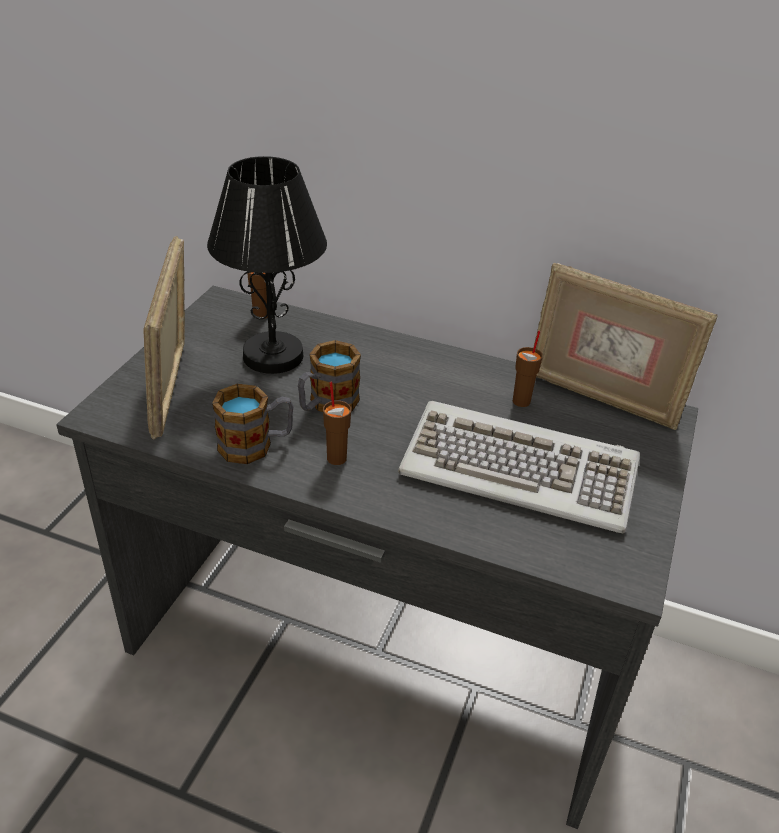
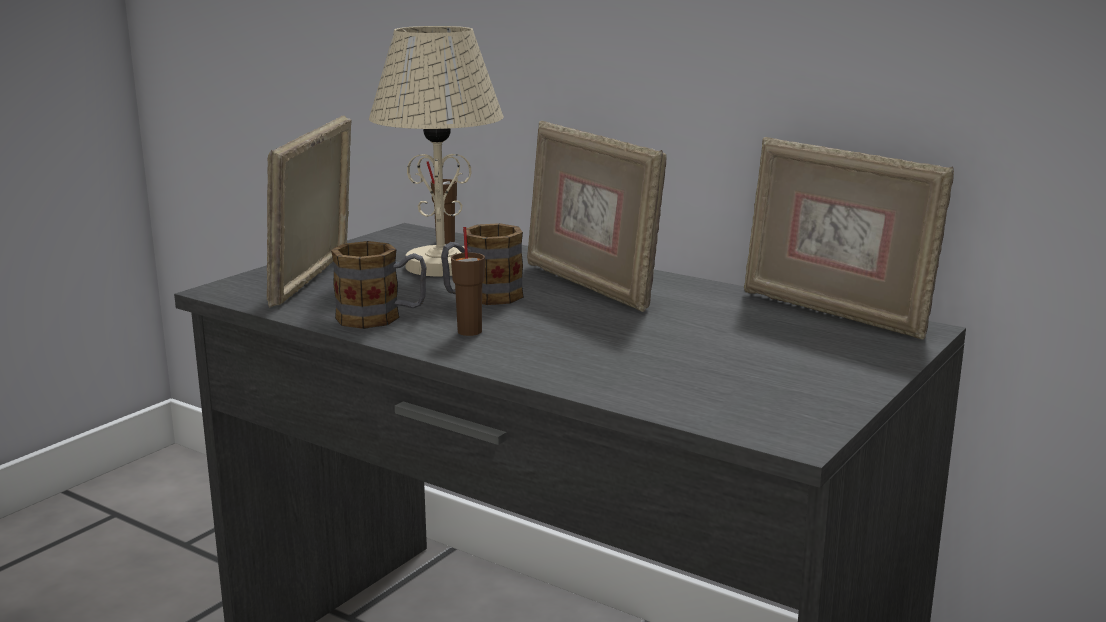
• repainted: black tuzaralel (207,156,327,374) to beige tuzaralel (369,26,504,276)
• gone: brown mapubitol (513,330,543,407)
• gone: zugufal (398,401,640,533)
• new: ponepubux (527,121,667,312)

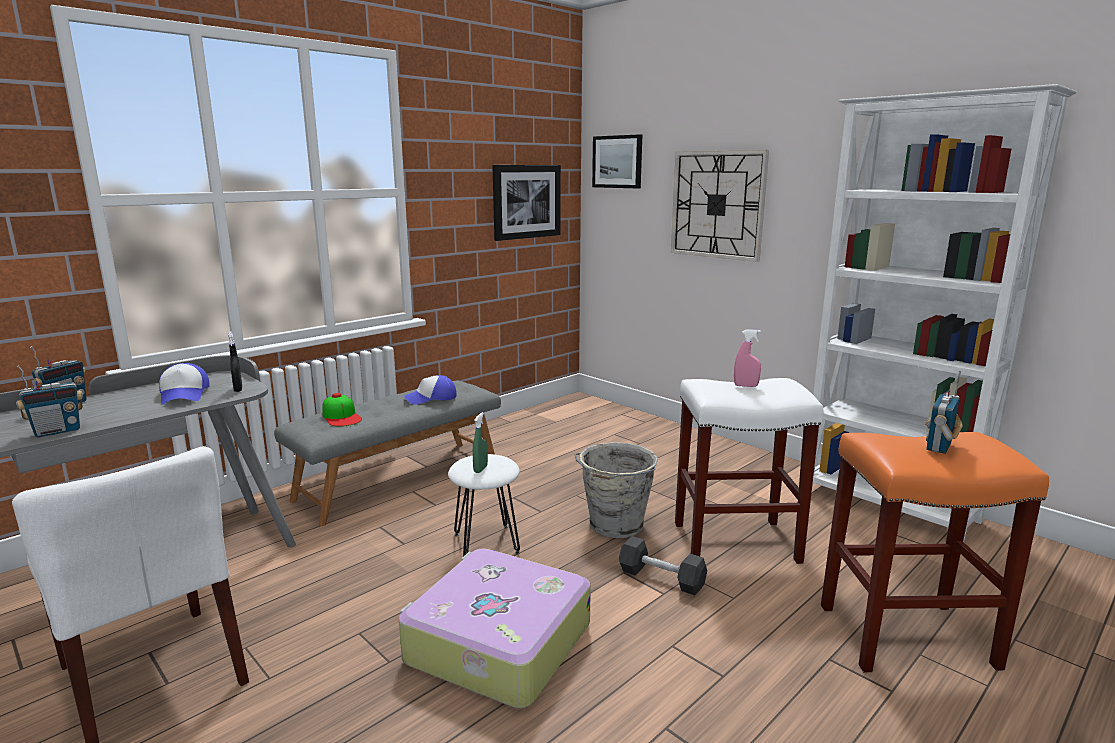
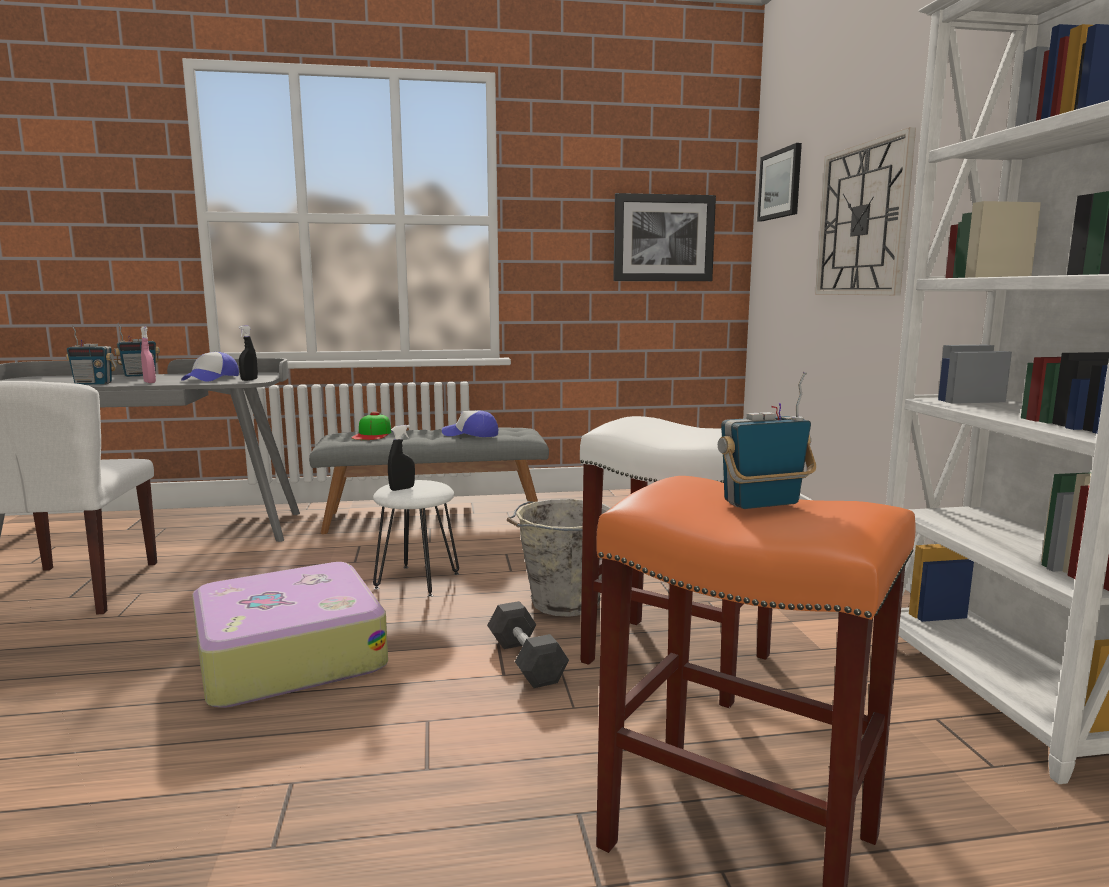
• shifted: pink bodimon (734,329,761,387) to (141,326,156,383)
• repainted: green bodimon (472,412,488,473) to black bodimon (388,425,415,491)

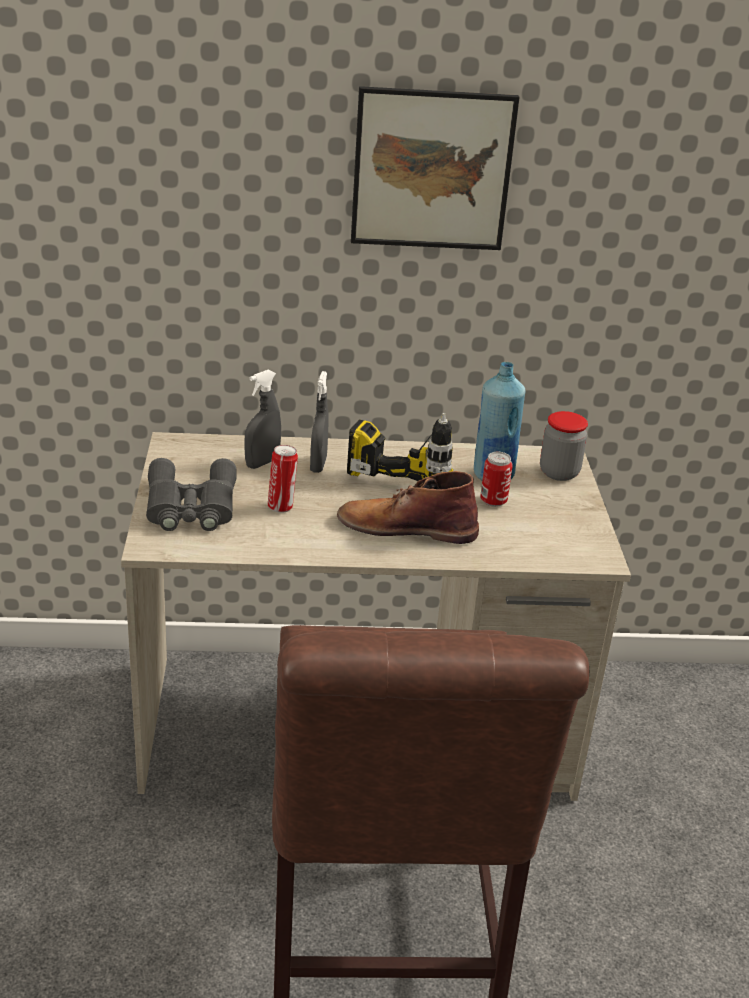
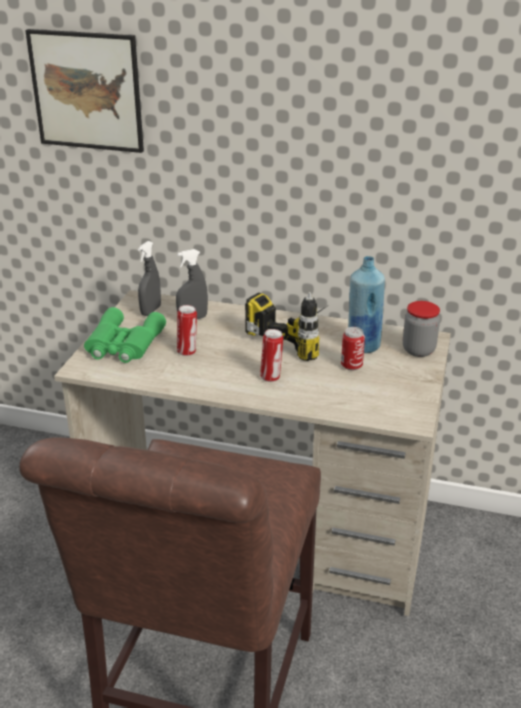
• shifted: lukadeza (351,86,520,250) to (25,29,144,153)
• shifted: grey bodimon (310,371,329,473) to (138,241,161,316)
• repainted: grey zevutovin (146,458,237,531) to green zevutovin (84,307,166,363)
• swapped: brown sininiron (337,471,479,544) to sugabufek (260,329,283,382)

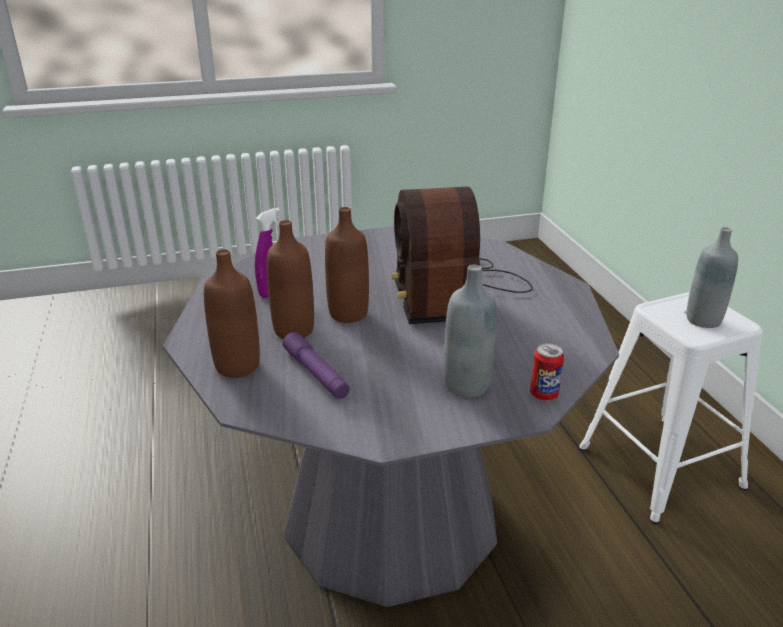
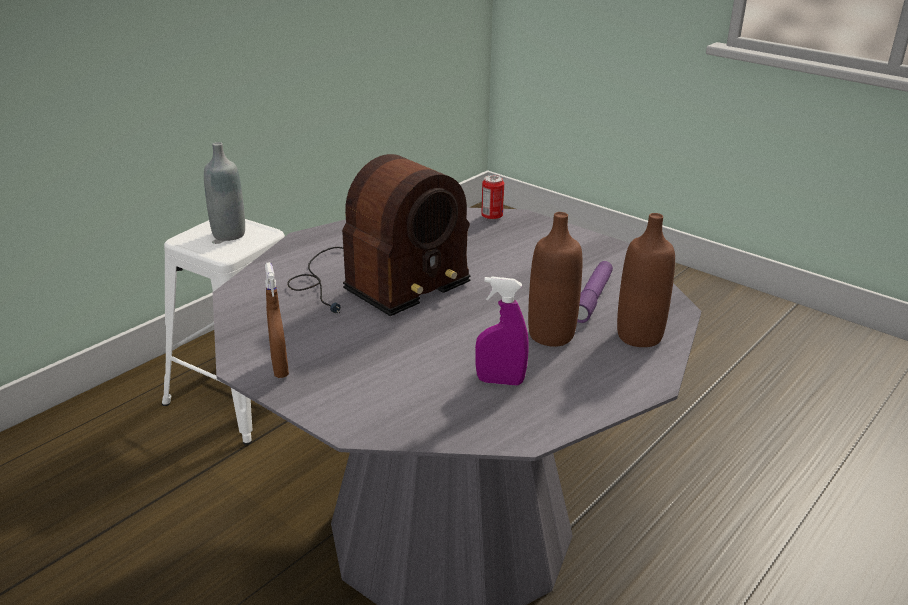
• gone: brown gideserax (325,207,369,323)
• gone: grey gideserax (444,265,497,397)
• new: brown bodimon (265,262,289,378)

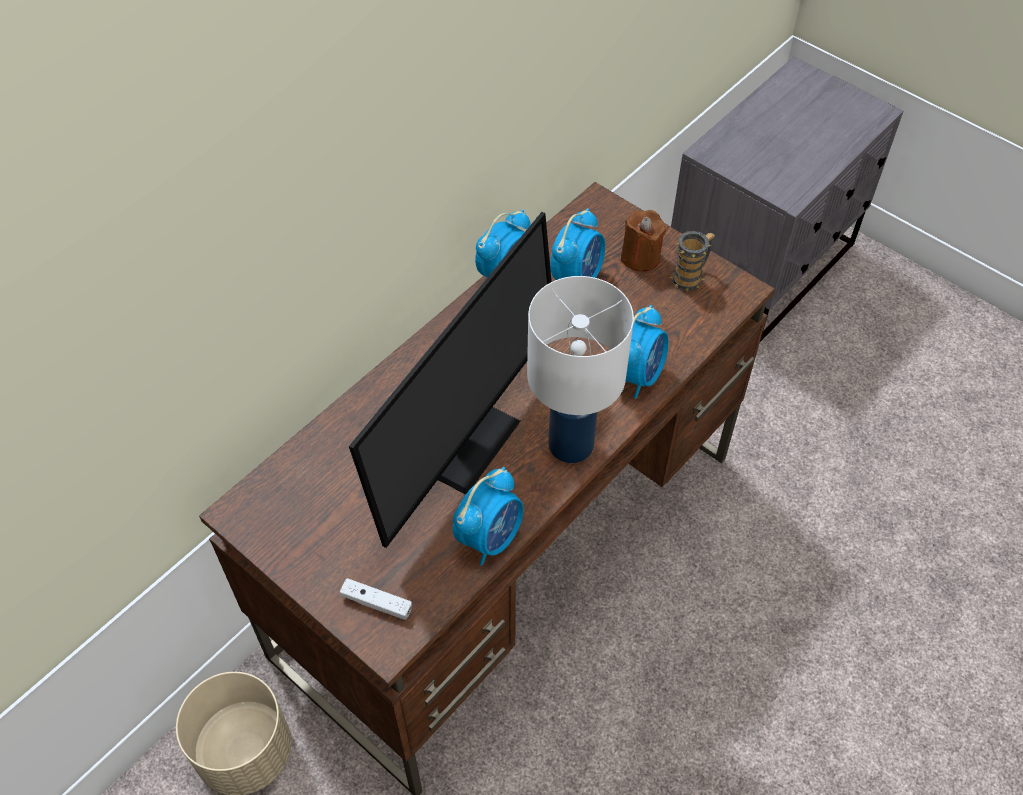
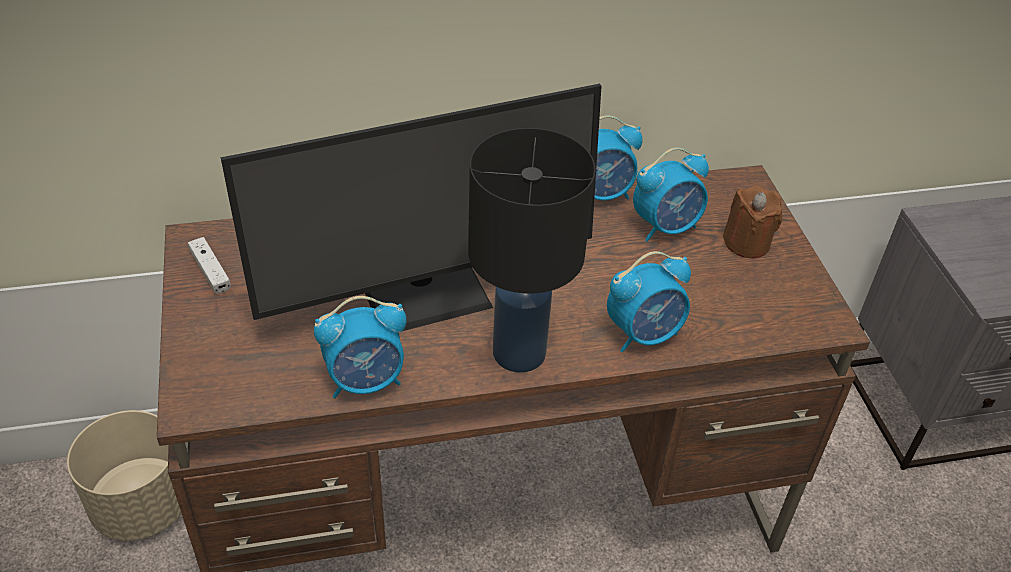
• gone: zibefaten (670,231,715,291)
• repainted: white tuzaralel (527,276,634,463) to black tuzaralel (468,128,596,373)
• shifted: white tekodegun (340,578,412,620) to (188,237,231,294)

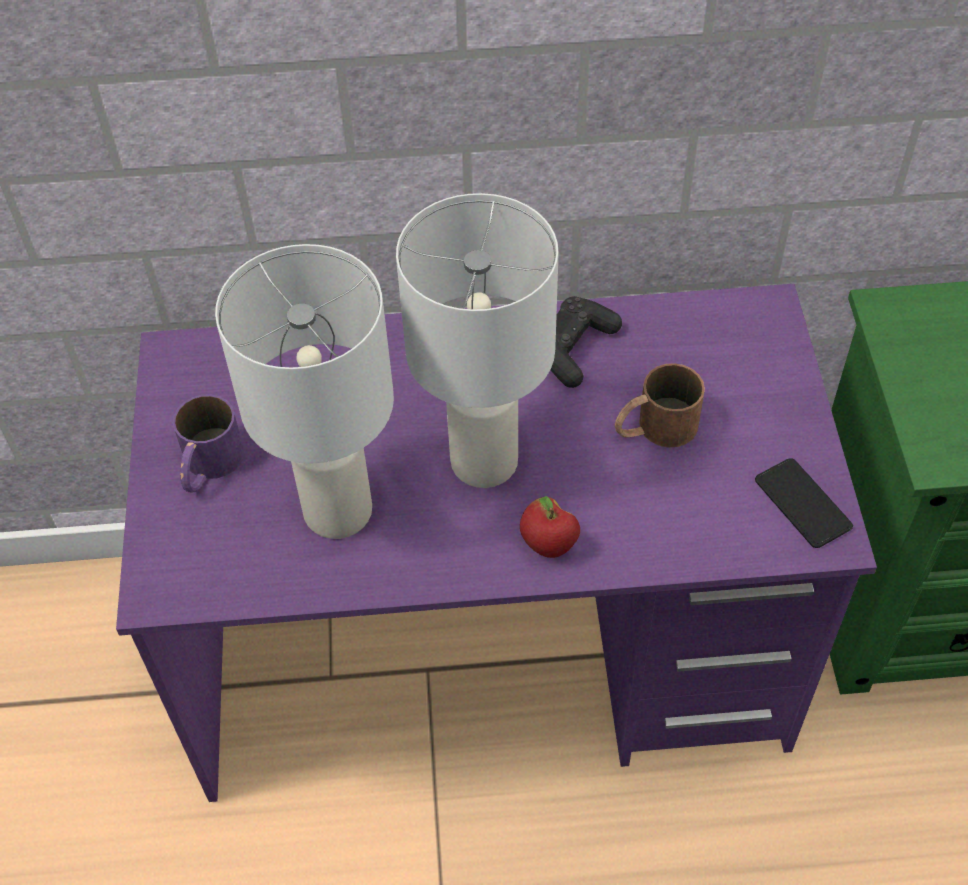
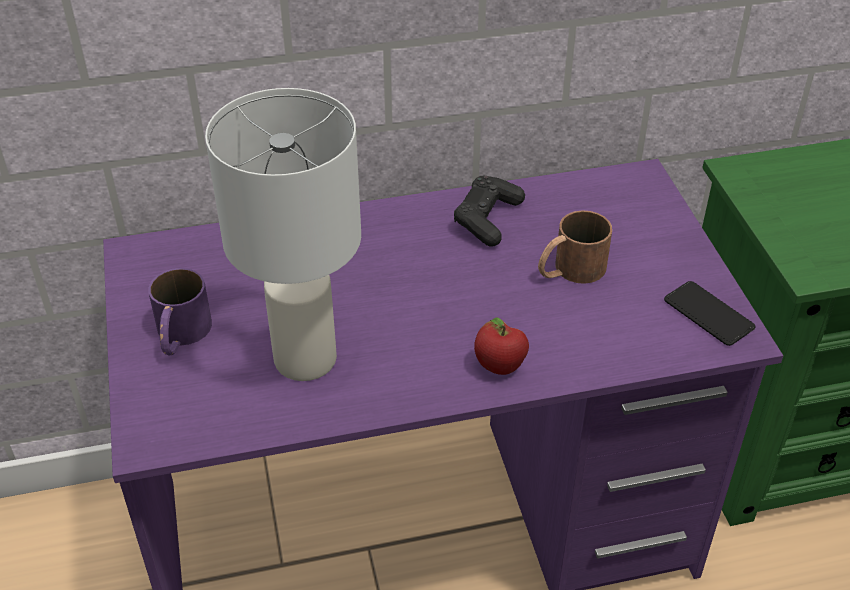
• gone: white tuzaralel (396,193,558,488)

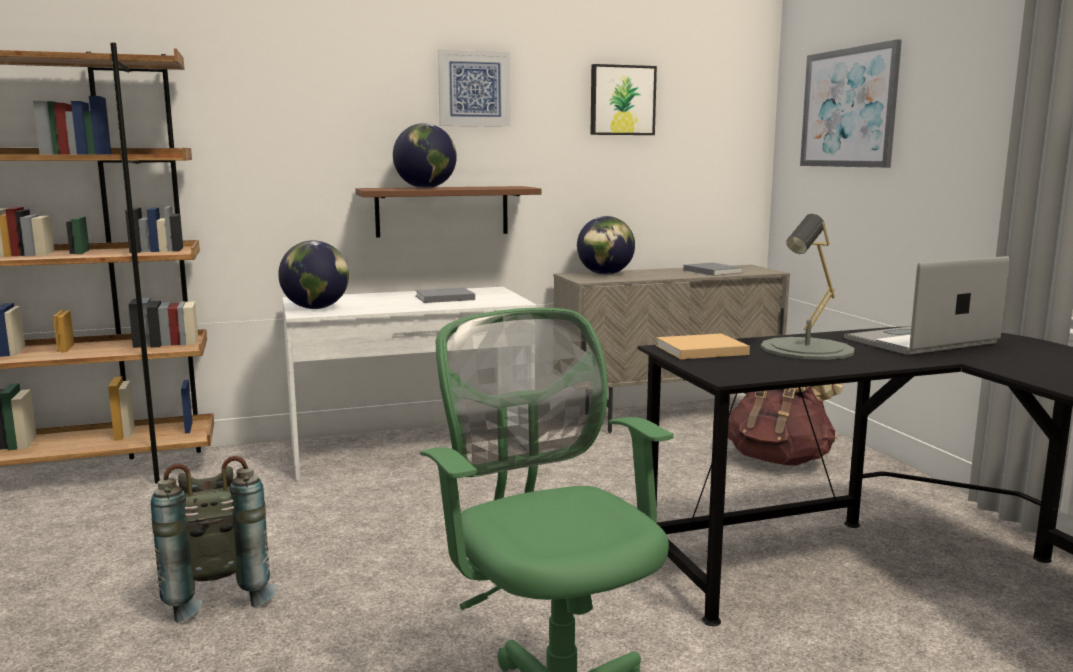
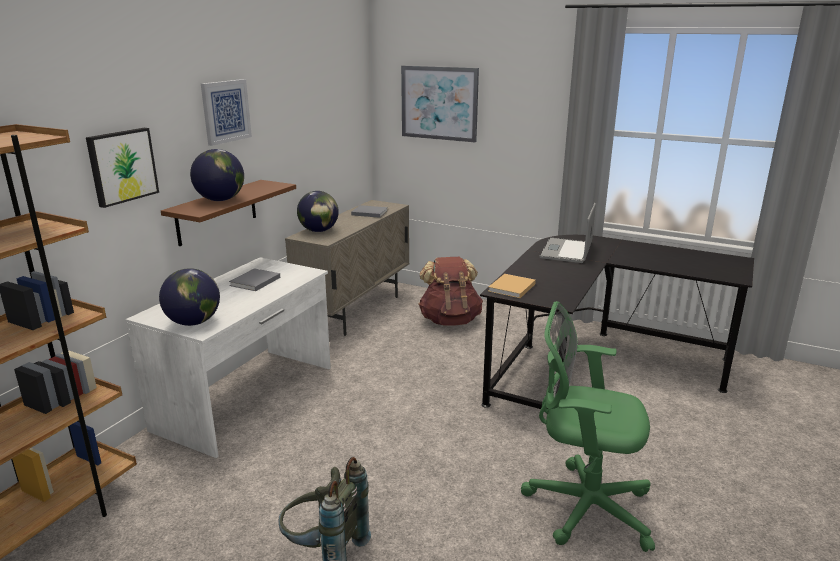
• shifted: lukadeza (591,64,657,135) to (86,128,159,208)
• gone: grey tuzaralel (761,214,854,360)

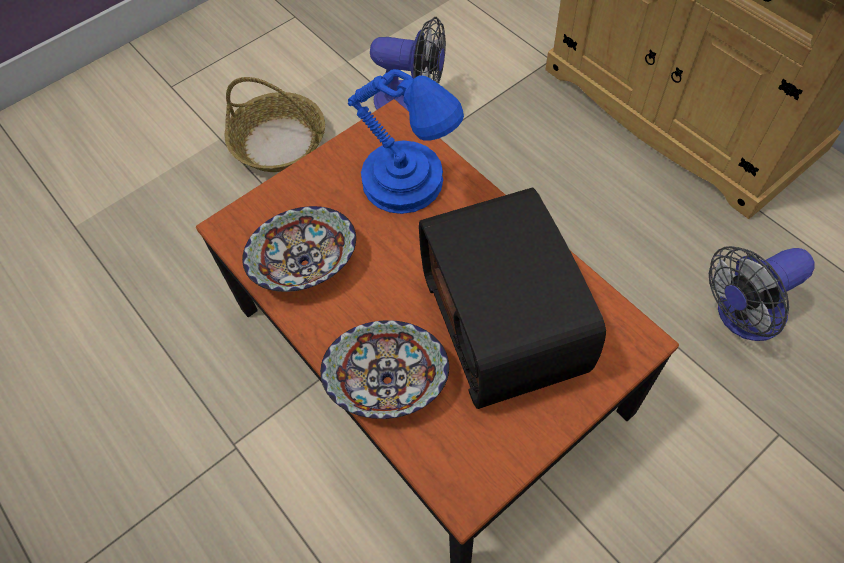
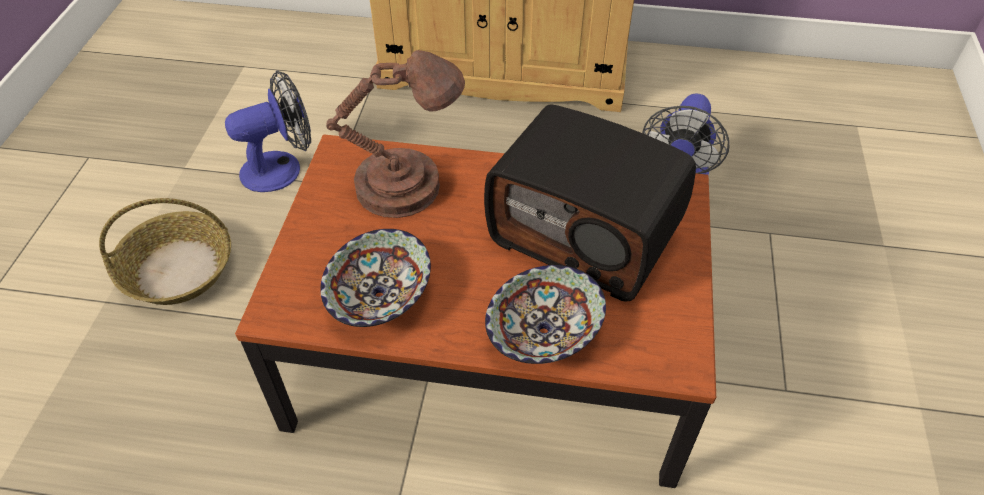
• repainted: blue tuzaralel (348,69,464,214) to brown tuzaralel (326,50,465,218)

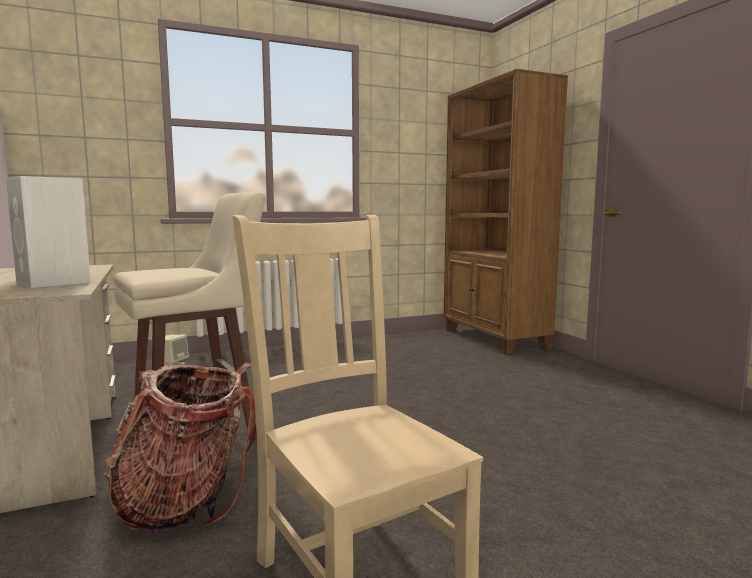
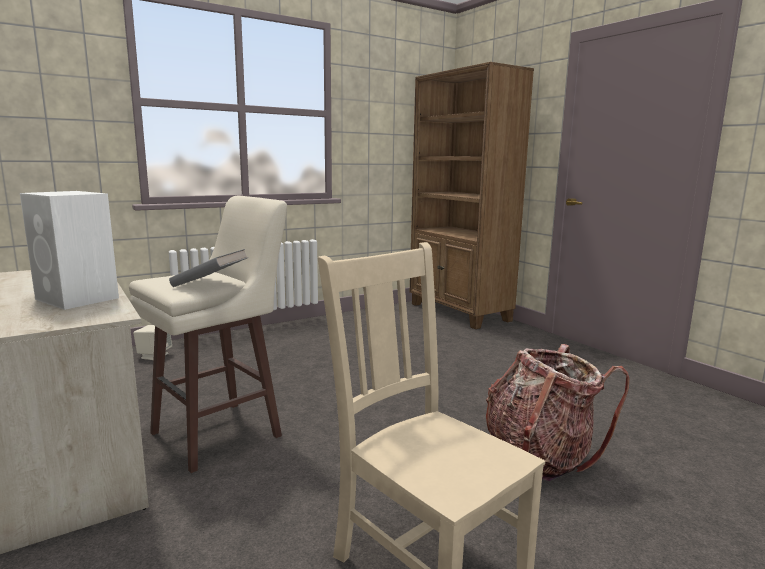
• shifted: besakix (104,363,256,533) to (486,344,629,481)
• new: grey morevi (169,249,248,287)

